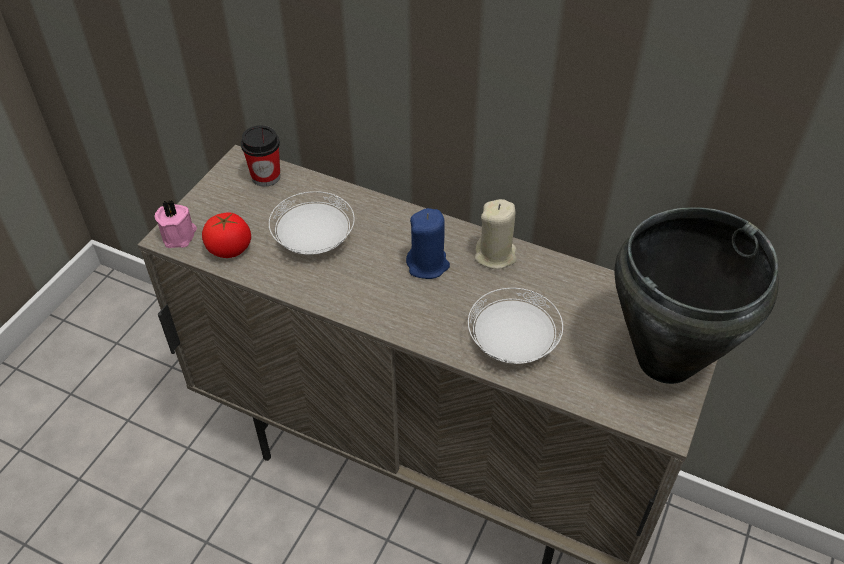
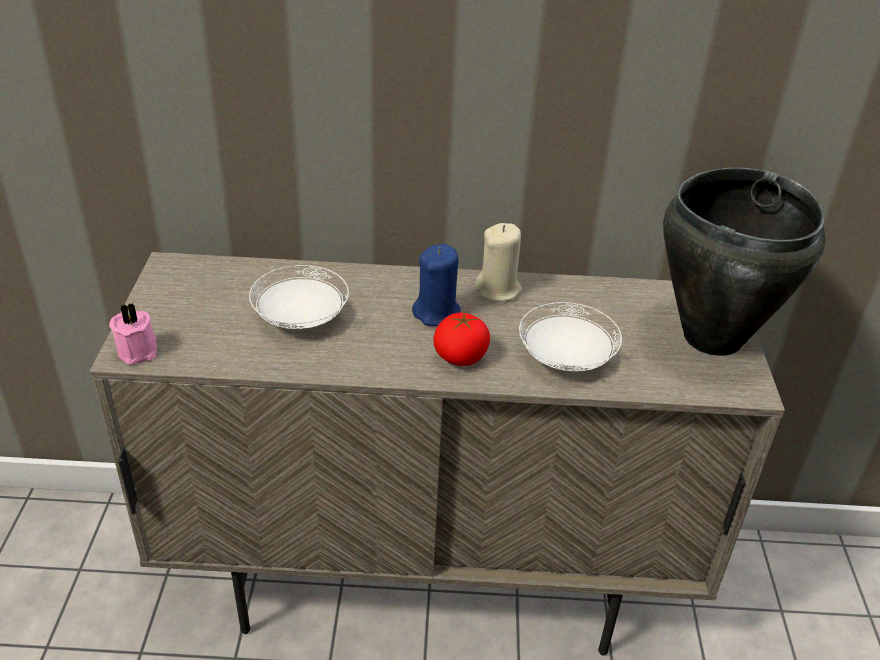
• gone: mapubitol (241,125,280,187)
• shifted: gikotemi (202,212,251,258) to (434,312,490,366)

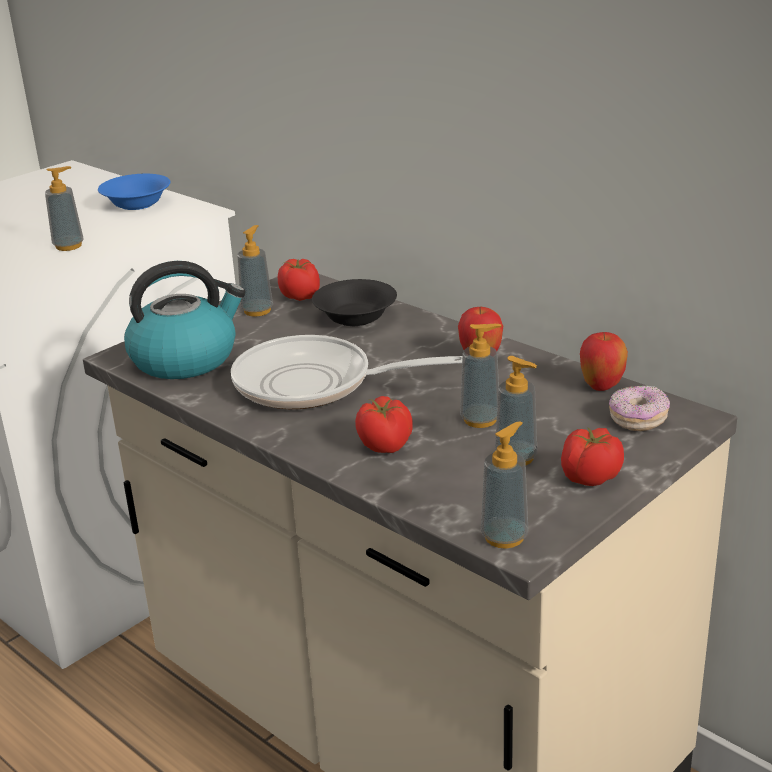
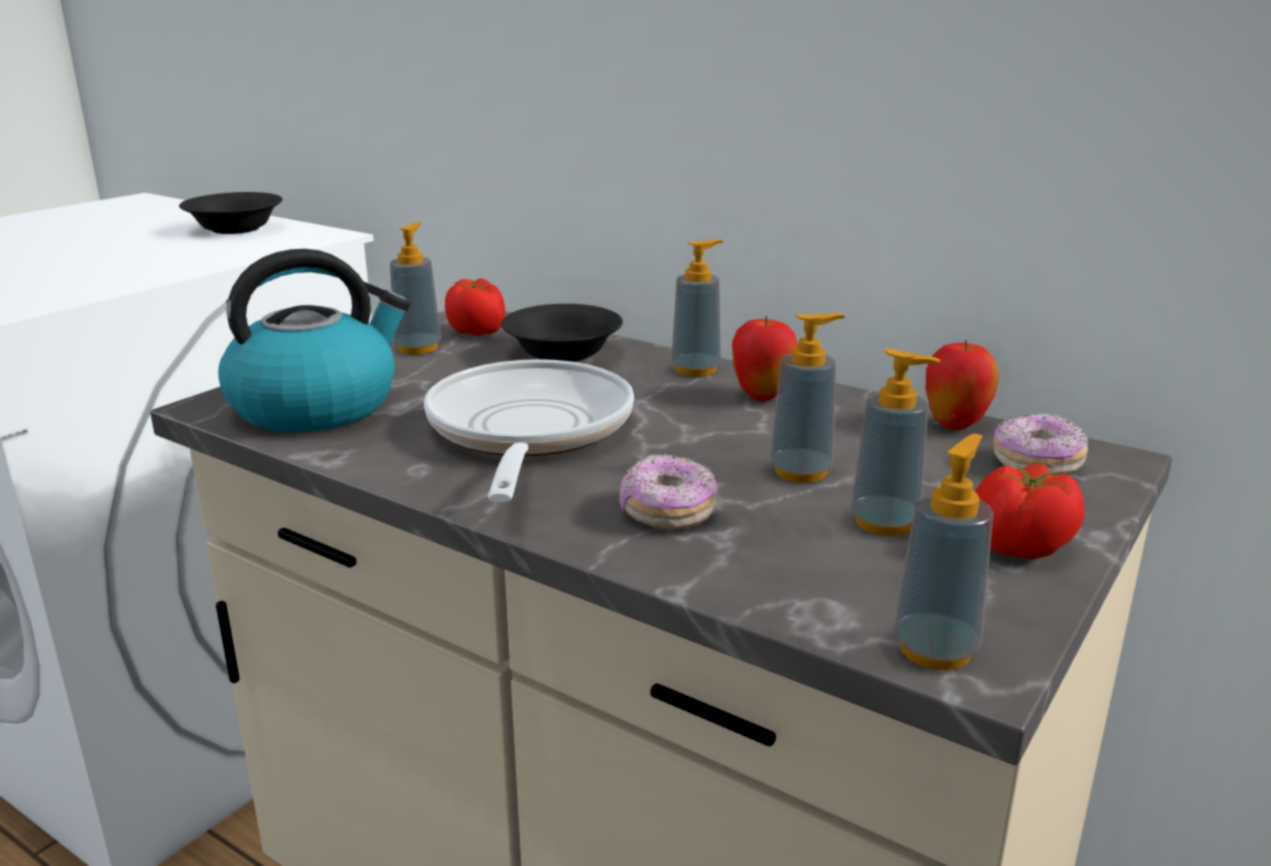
• shifted: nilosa (45,166,84,251) to (671,239,723,377)
• repainted: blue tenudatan (98,174,170,210) to black tenudatan (179,192,283,234)
• rotated: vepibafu (231,335,462,409) = (424,359,634,502) 90 degrees clockwise
• swapped: gikotemi (355,396,413,453) to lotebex (620,454,717,529)

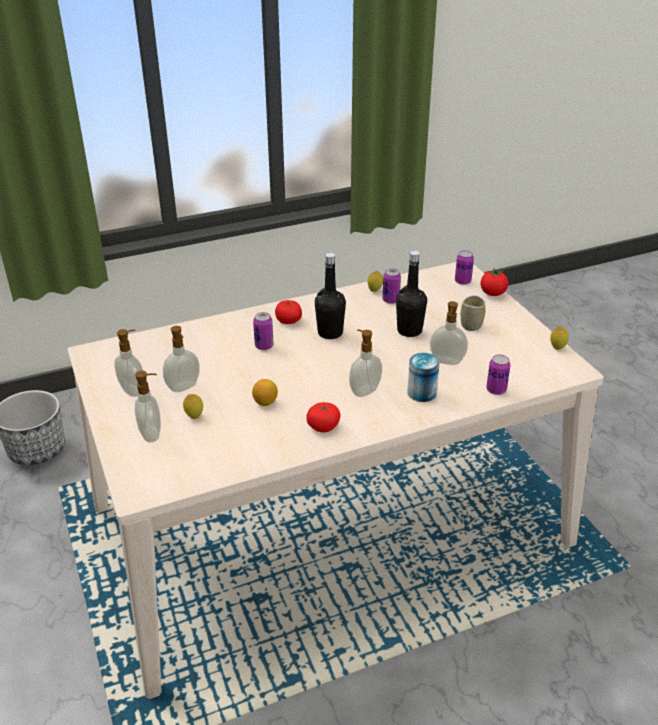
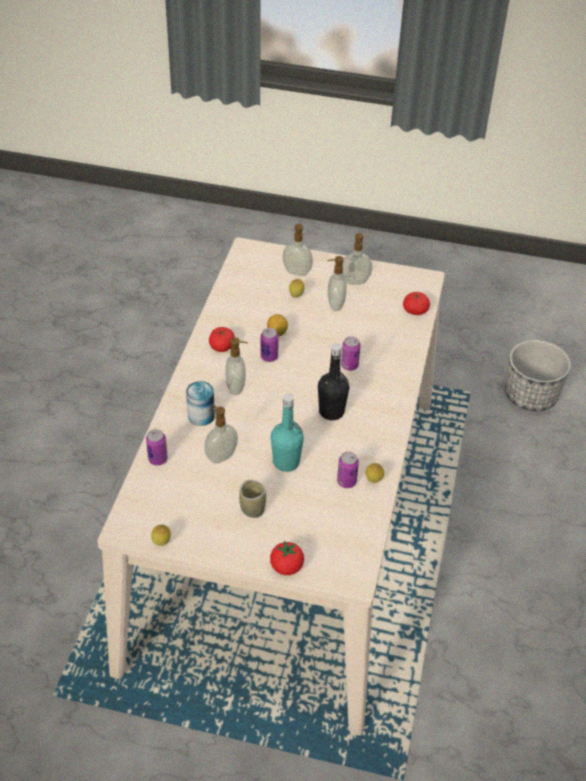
• shifted: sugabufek (455,250,474,285) to (261,328,279,362)
• repainted: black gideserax (396,251,427,337) to turquoise gideserax (271,394,304,472)
• shifted: gikotemi (275,300,302,324) to (403,292,430,315)

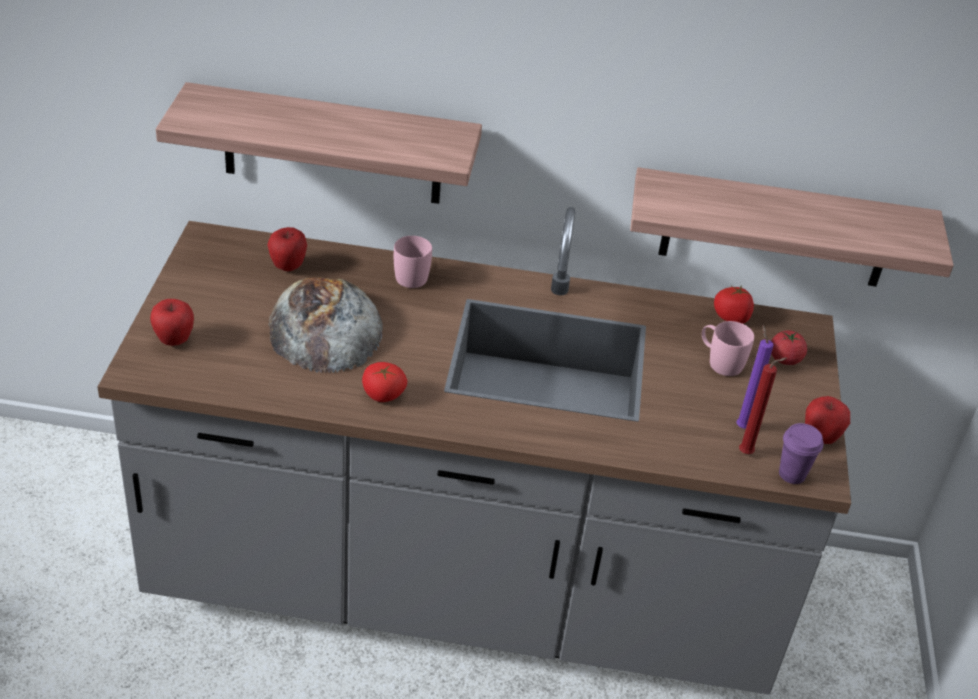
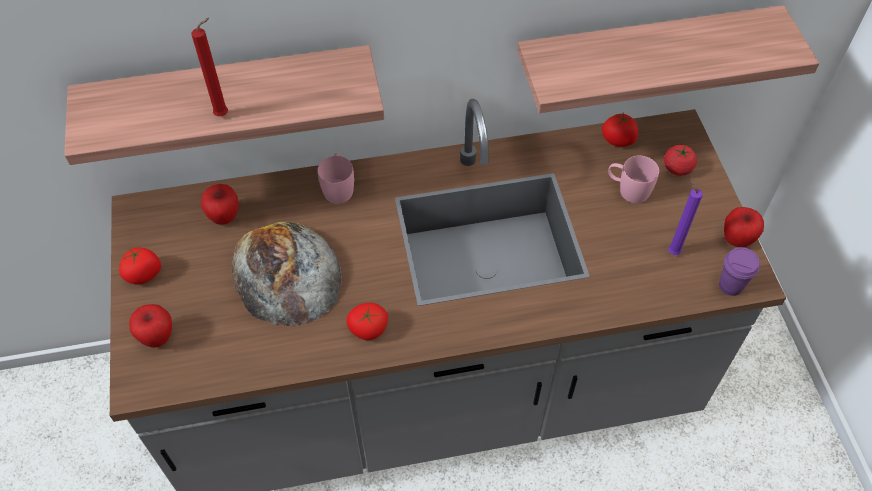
• shifted: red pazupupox (739,358,787,454) to (191,18,228,116)
• new: gikotemi (119,247,161,284)

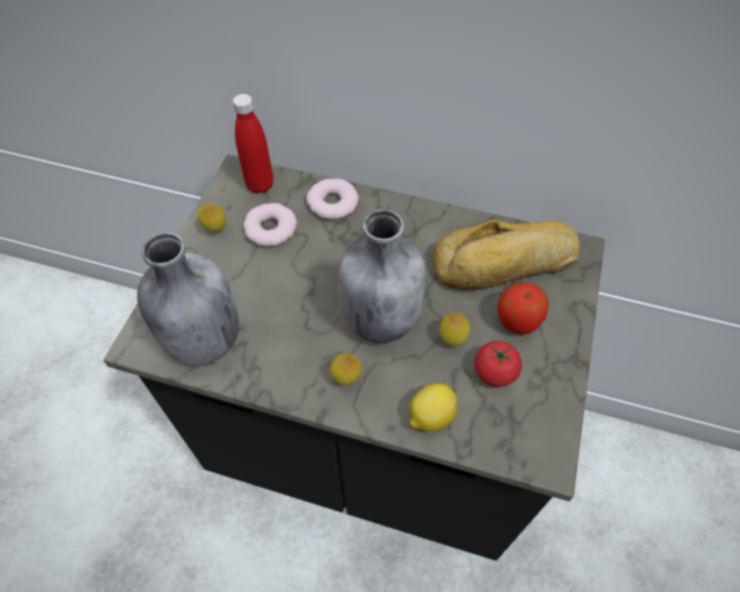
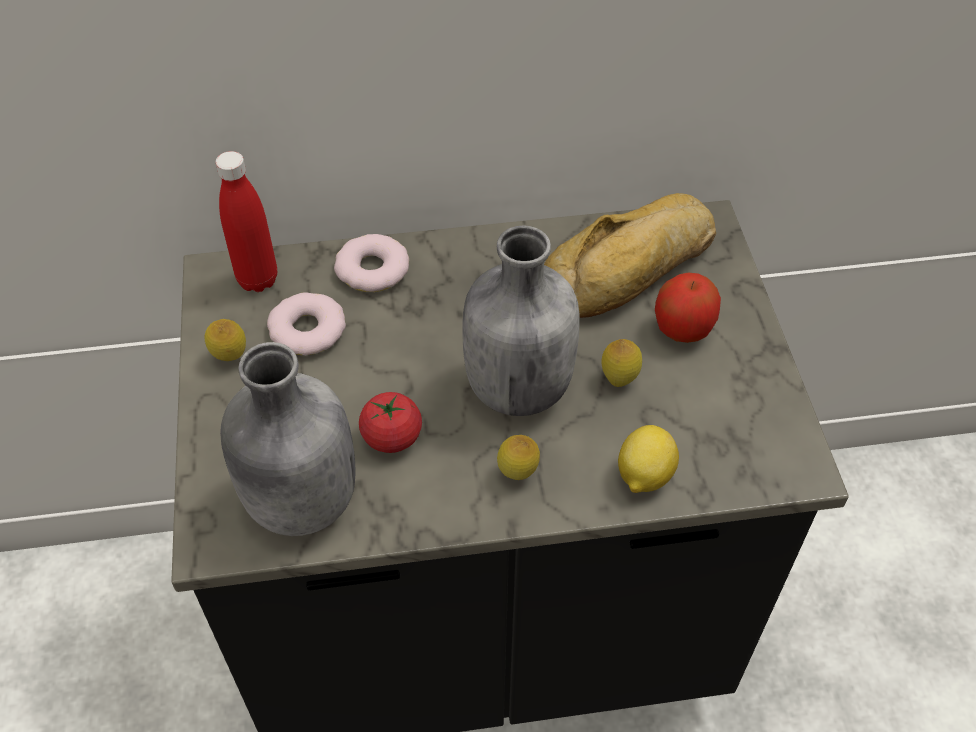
• shifted: gikotemi (474,341,522,387) to (359,392,422,453)

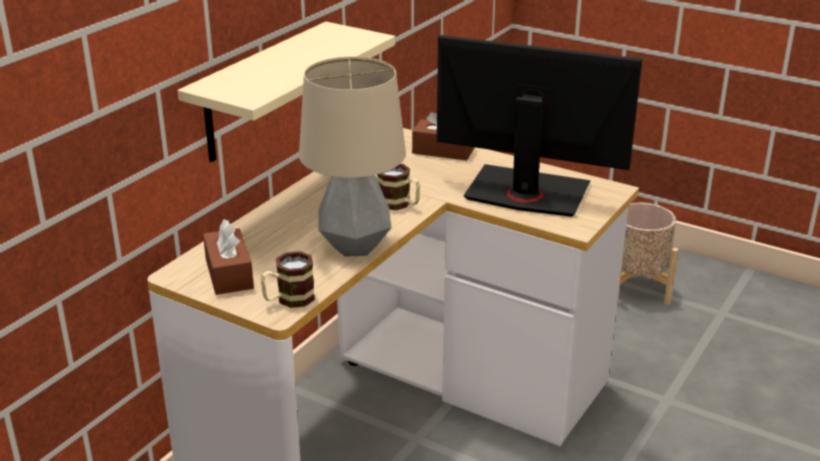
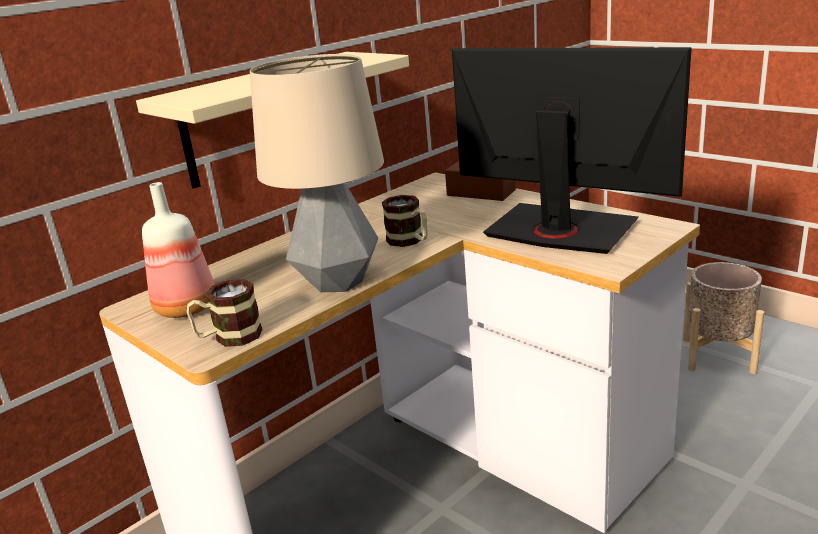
• swapped: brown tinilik (203,219,254,295) to gideserax (142,182,215,318)

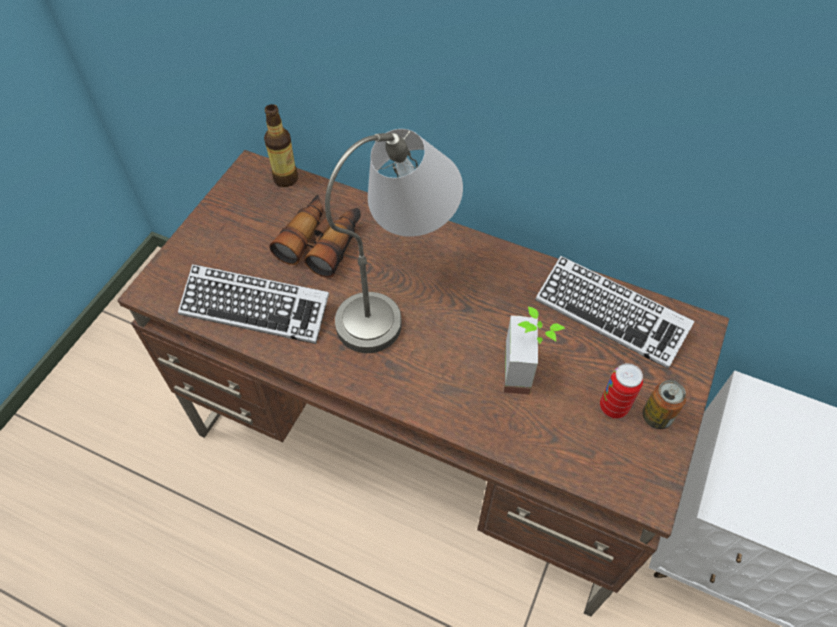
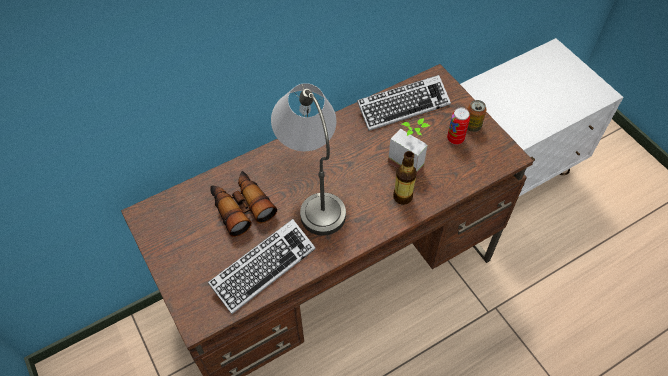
• shifted: gideserax (264,104,298,187) to (393,151,417,205)

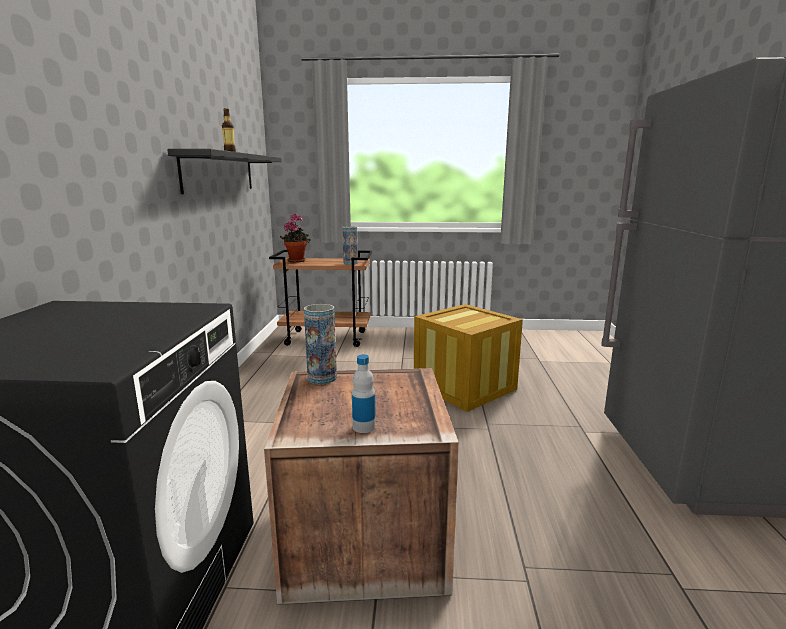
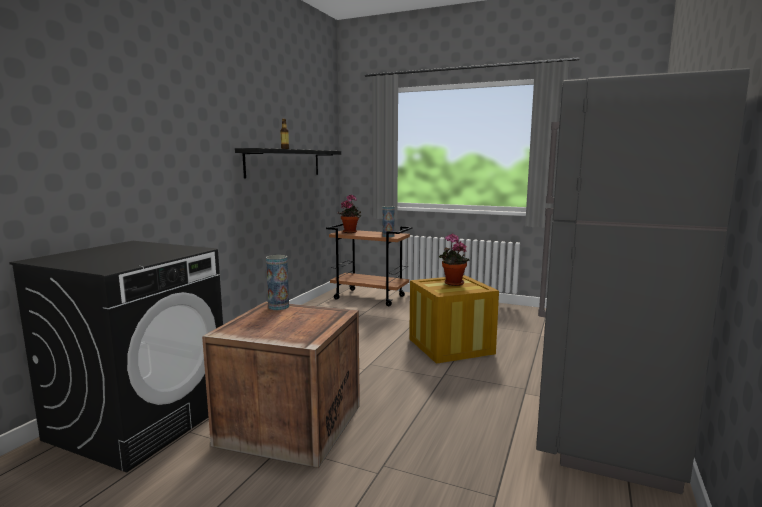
• gone: gideserax (352,354,375,433)
• new: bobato (439,233,470,286)

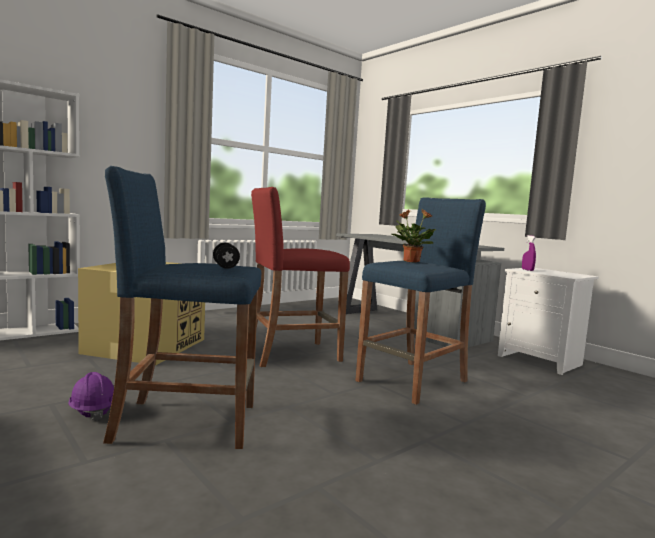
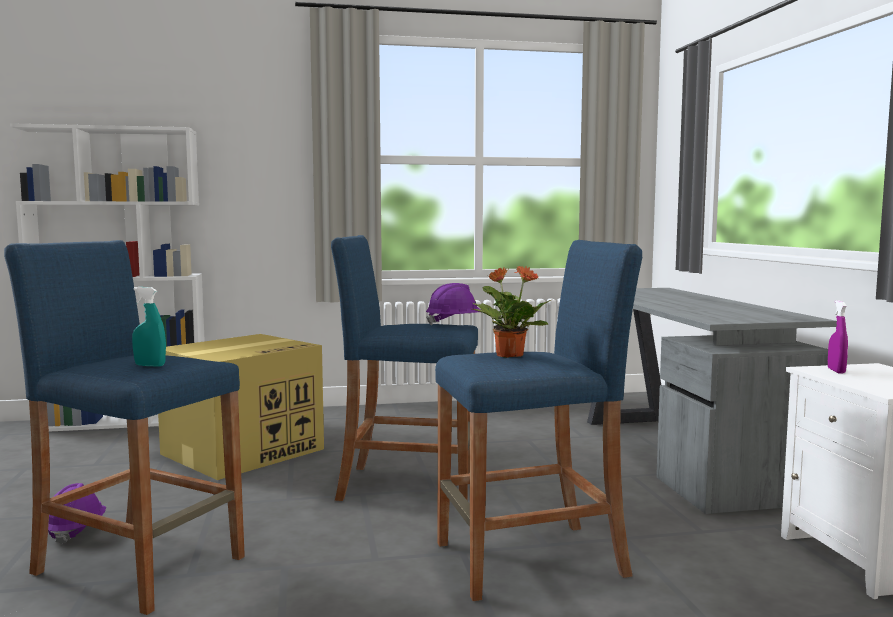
• repainted: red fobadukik (251,187,350,367) to blue fobadukik (331,235,478,501)
• swapped: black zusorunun (213,243,240,269) to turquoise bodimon (132,287,166,367)
• new: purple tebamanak (426,283,481,325)

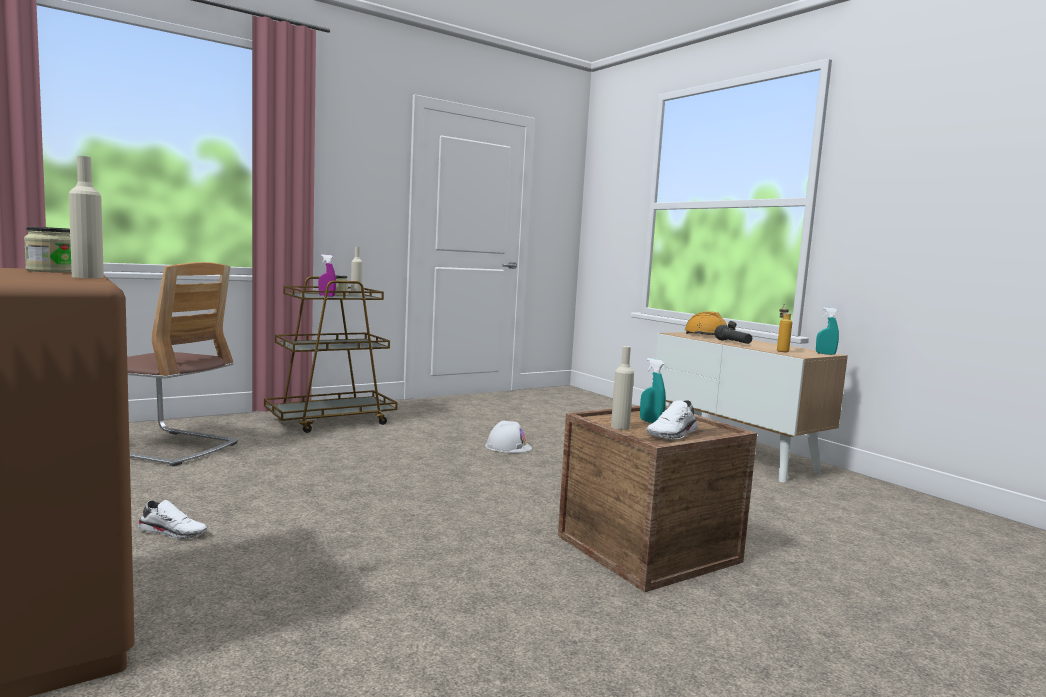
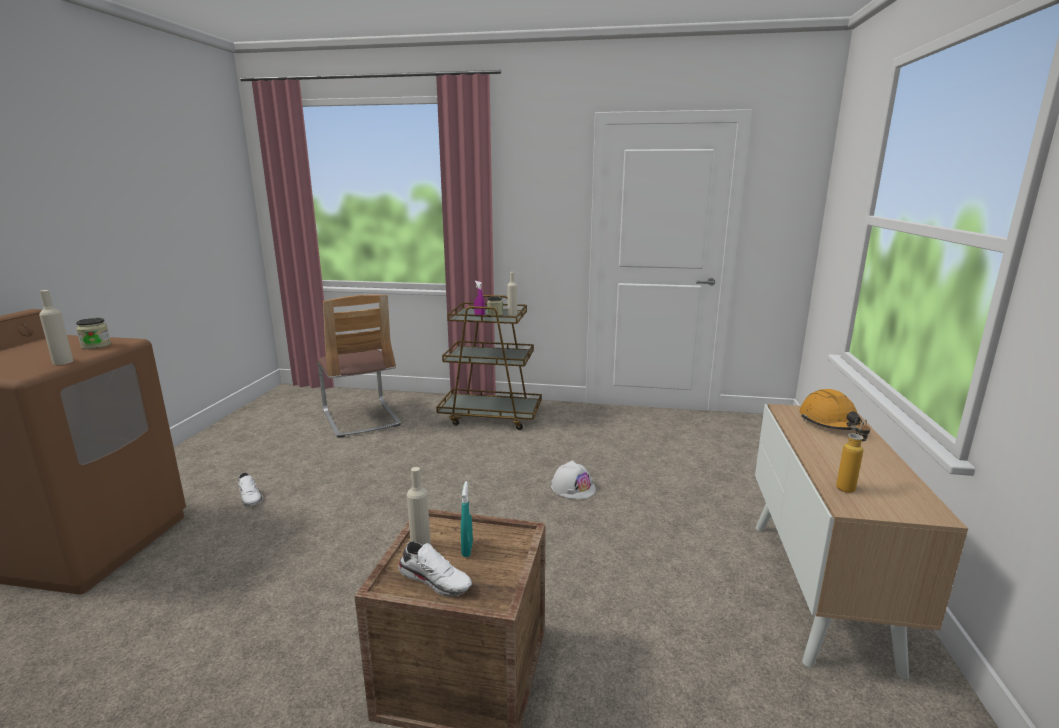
• gone: turquoise bodimon (816,307,839,355)
• gone: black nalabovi (715,325,752,344)
• rotated: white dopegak (647,400,698,439) = (399,541,472,596) 150 degrees counterclockwise

